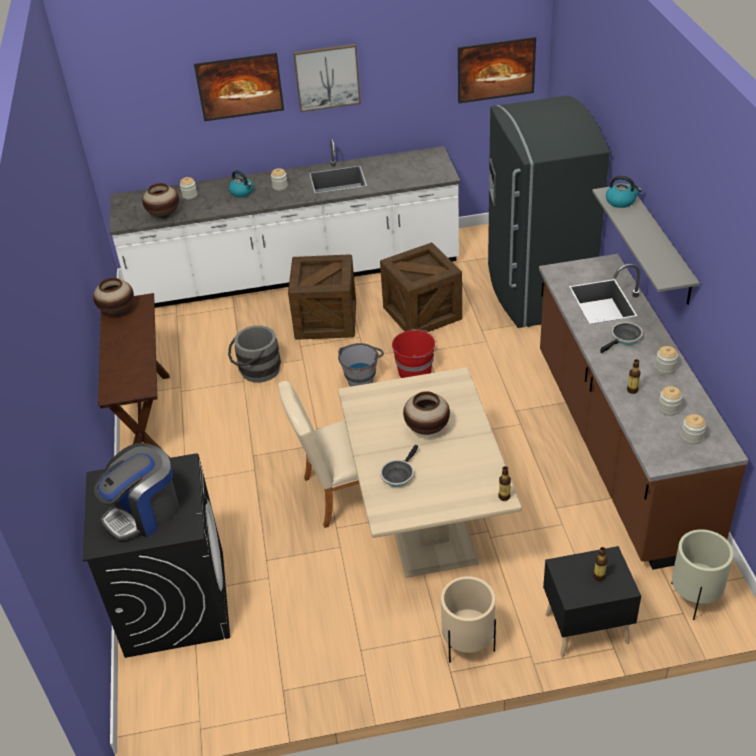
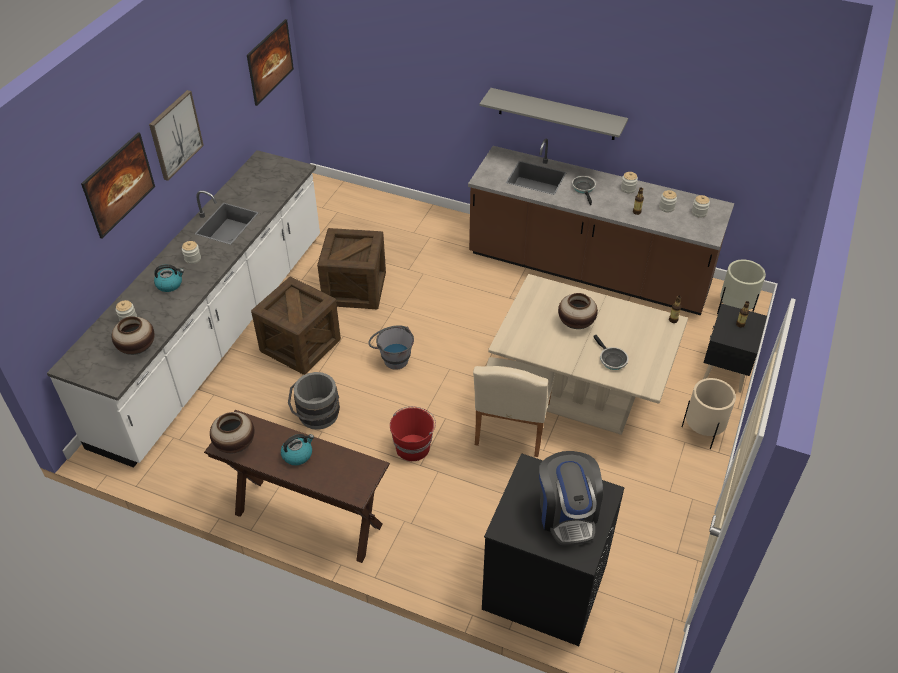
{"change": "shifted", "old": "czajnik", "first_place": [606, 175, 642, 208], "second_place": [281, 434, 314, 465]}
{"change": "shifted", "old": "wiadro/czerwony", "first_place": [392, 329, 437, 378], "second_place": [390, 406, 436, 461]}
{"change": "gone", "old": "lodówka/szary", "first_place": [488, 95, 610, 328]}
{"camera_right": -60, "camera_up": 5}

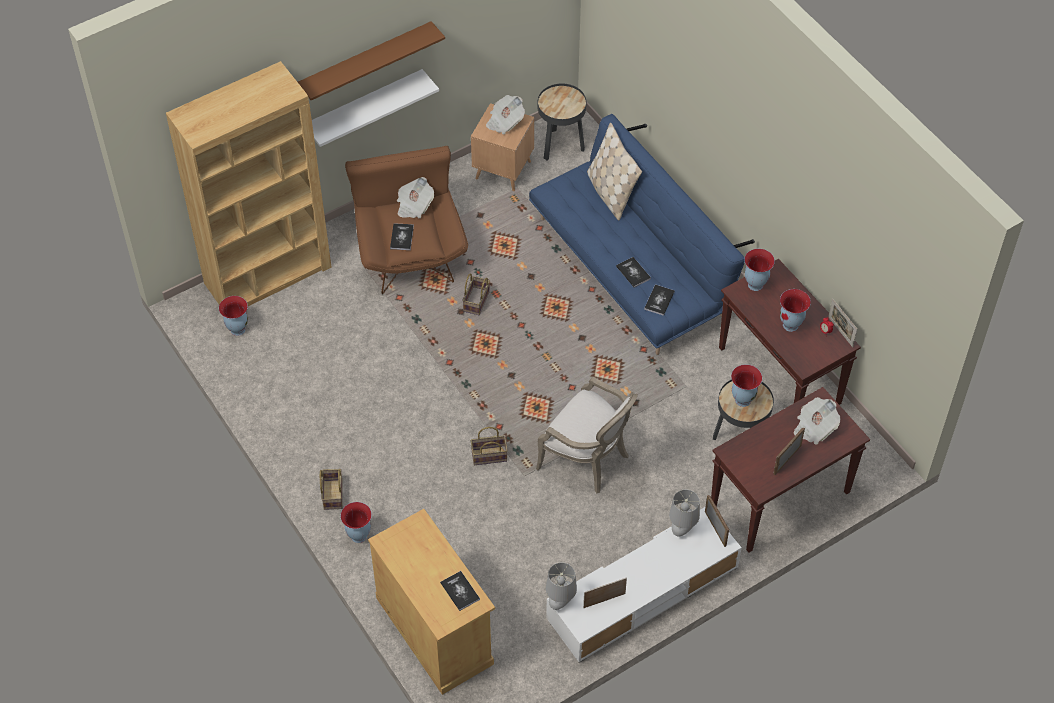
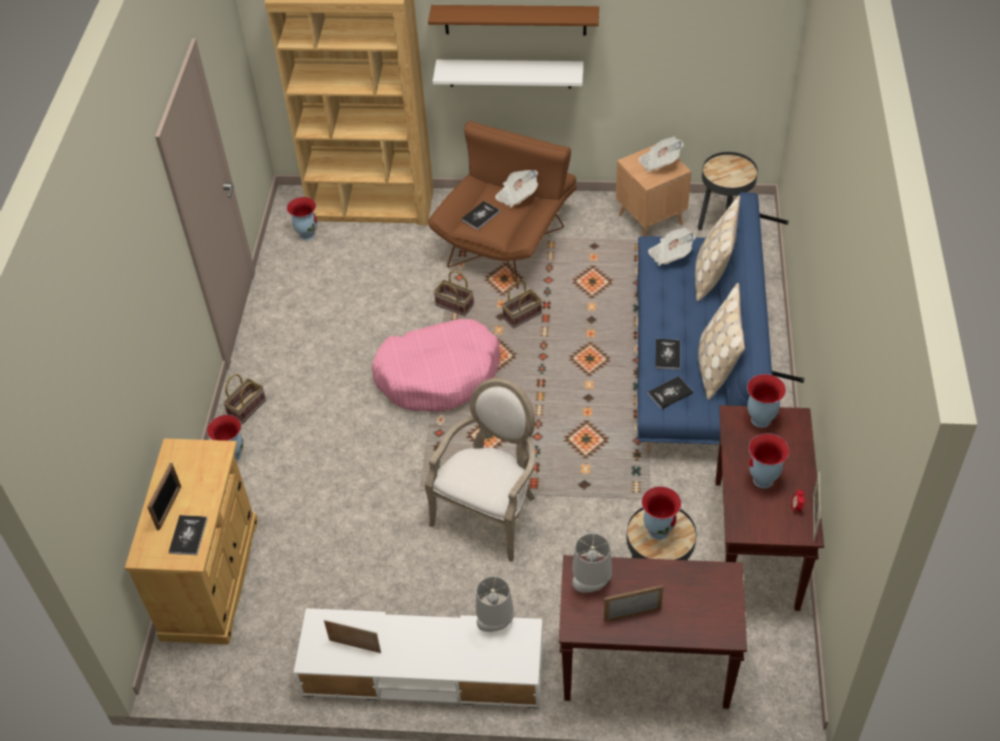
{"change": "shifted", "old": "ramka na zdjęcie", "first_place": [705, 495, 729, 547], "second_place": [147, 462, 181, 530]}
{"change": "new", "new": "legowisko/różowy", "second_place": [372, 319, 501, 412]}
{"change": "rotated", "old": "fotel", "first_place": [536, 377, 638, 493], "second_place": [425, 378, 535, 562], "degrees": -135}
{"change": "shifted", "old": "koszyk", "first_place": [471, 427, 508, 465], "second_place": [433, 271, 474, 316]}
{"change": "shifted", "old": "lampa stołowa/szary", "first_place": [546, 562, 577, 610], "second_place": [572, 533, 612, 593]}
{"change": "shifted", "old": "gazeta", "first_place": [794, 397, 840, 445], "second_place": [648, 228, 696, 266]}
{"change": "new", "new": "poduszka/beżowy", "second_place": [698, 283, 745, 400]}
{"camera_right": 40, "camera_up": -5}

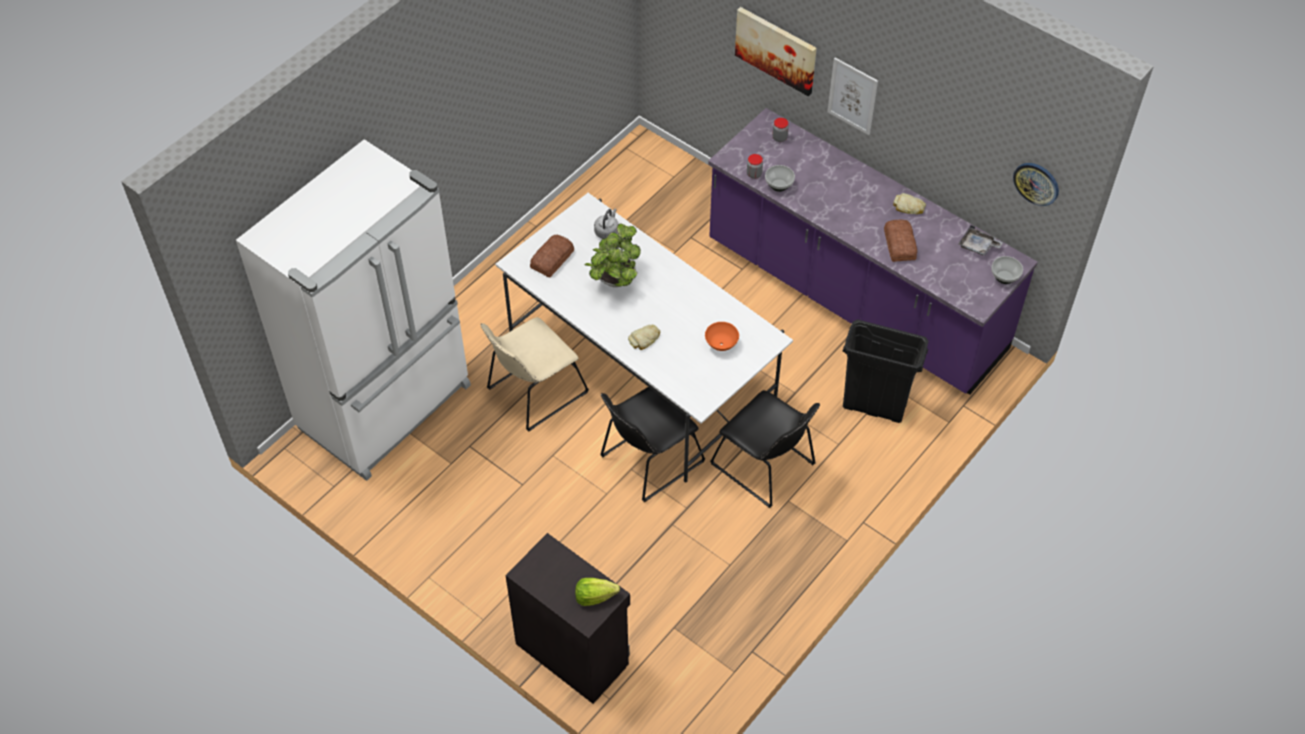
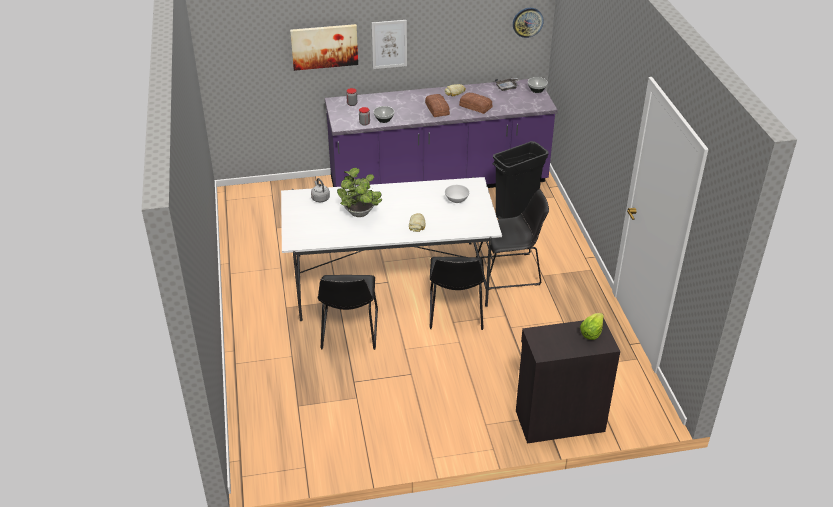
{"change": "repainted", "old": "krzesło/beżowy", "new": "krzesło/czarny", "first_place": [480, 317, 589, 431], "second_place": [318, 275, 378, 350]}
{"change": "shifted", "old": "chleb", "first_place": [530, 235, 574, 277], "second_place": [425, 94, 450, 117]}
{"change": "repainted", "old": "miska/pomarańczowy", "new": "miska/biały", "first_place": [705, 322, 739, 351], "second_place": [445, 185, 470, 203]}
{"change": "gone", "old": "lodówka/biały", "first_place": [236, 139, 471, 481]}
{"camera_right": -50, "camera_up": -15}

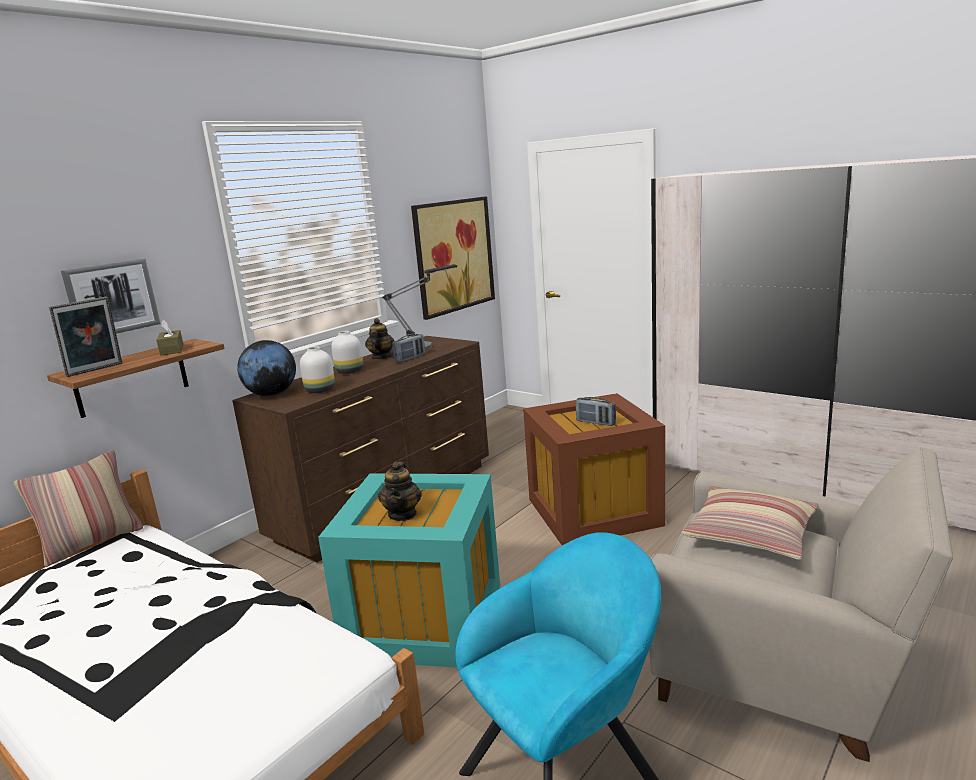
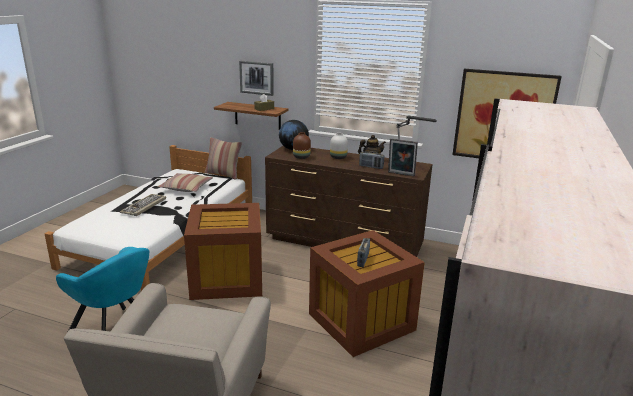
{"change": "new", "new": "klawiatura", "second_place": [120, 194, 166, 216]}
{"change": "shifted", "old": "poduszka", "first_place": [681, 486, 819, 560], "second_place": [158, 173, 213, 192]}
{"change": "repainted", "old": "pojemnik do przechowywania/turkusowy", "new": "pojemnik do przechowywania/brązowy", "first_place": [318, 473, 500, 668], "second_place": [184, 203, 262, 300]}
{"change": "repainted", "old": "wazon/biały", "new": "wazon/brązowy", "first_place": [300, 346, 335, 393], "second_place": [293, 132, 311, 159]}
{"change": "shifted", "old": "ramka na zdjęcie", "first_place": [49, 297, 122, 377], "second_place": [388, 138, 418, 176]}
{"change": "gone", "old": "imbryk", "first_place": [378, 461, 422, 521]}
{"camera_right": 70, "camera_up": 5}

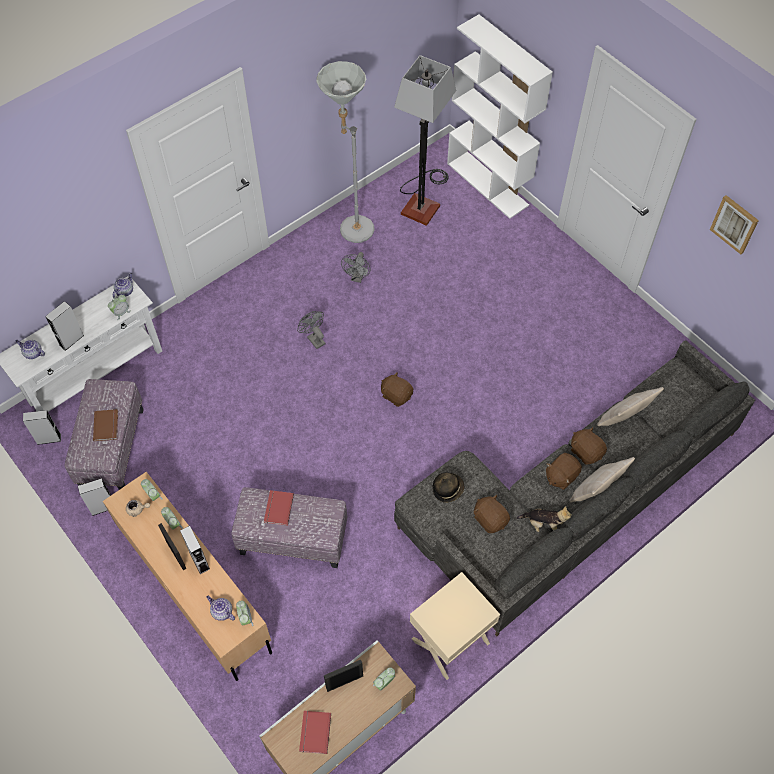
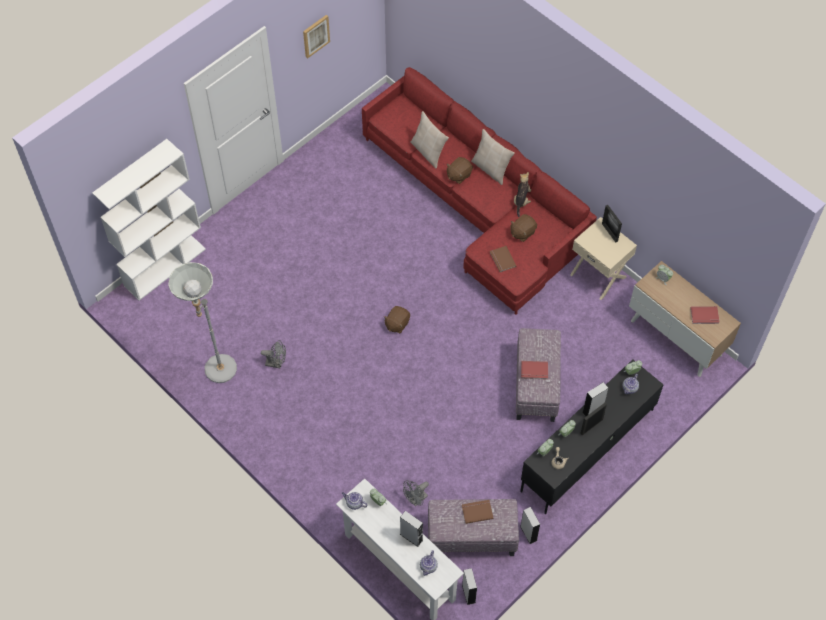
{"change": "repainted", "old": "kanapa/szary", "new": "kanapa/czerwony", "first_place": [394, 340, 755, 636], "second_place": [362, 67, 597, 315]}
{"change": "shifted", "old": "wentylator/szary", "first_place": [297, 311, 325, 349], "second_place": [403, 480, 429, 506]}
{"change": "swapped", "old": "kapelusz", "new": "książka/brązowy", "first_place": [433, 472, 464, 503], "second_place": [490, 246, 516, 272]}
{"change": "repainted", "old": "szafka pod telewizor/beżowy", "new": "szafka pod telewizor/czarny", "first_place": [103, 472, 272, 681], "second_place": [520, 359, 664, 514]}
{"change": "shifted", "old": "ramka na zdjęcie", "first_place": [324, 660, 363, 692], "second_place": [602, 205, 622, 242]}
{"change": "gone", "old": "lampa stojąca", "first_place": [394, 55, 456, 226]}
{"change": "gone", "old": "pluszak/brązowy", "first_place": [546, 453, 582, 490]}
{"camera_right": -95, "camera_up": 0}

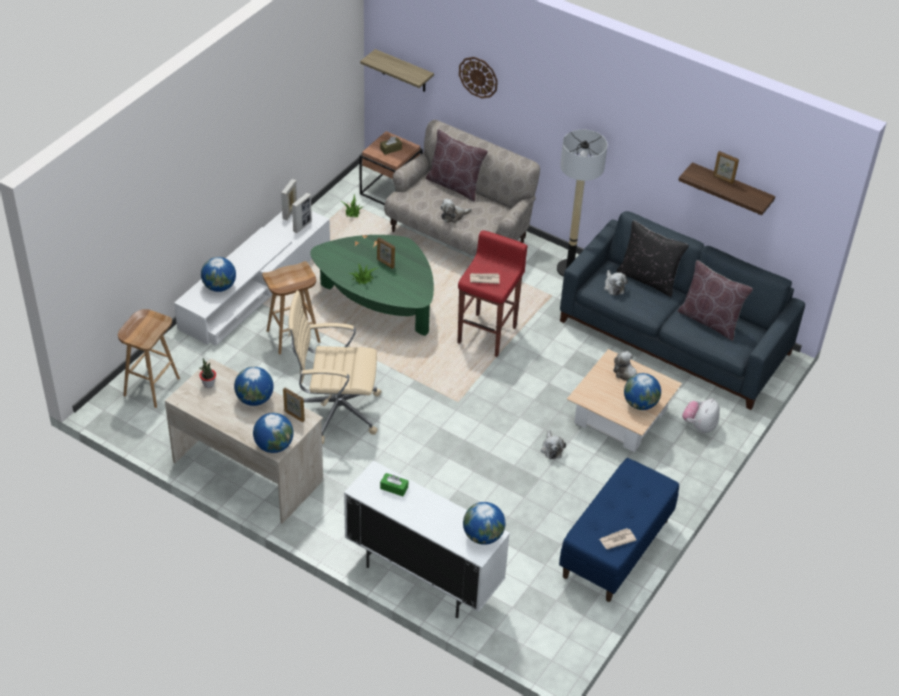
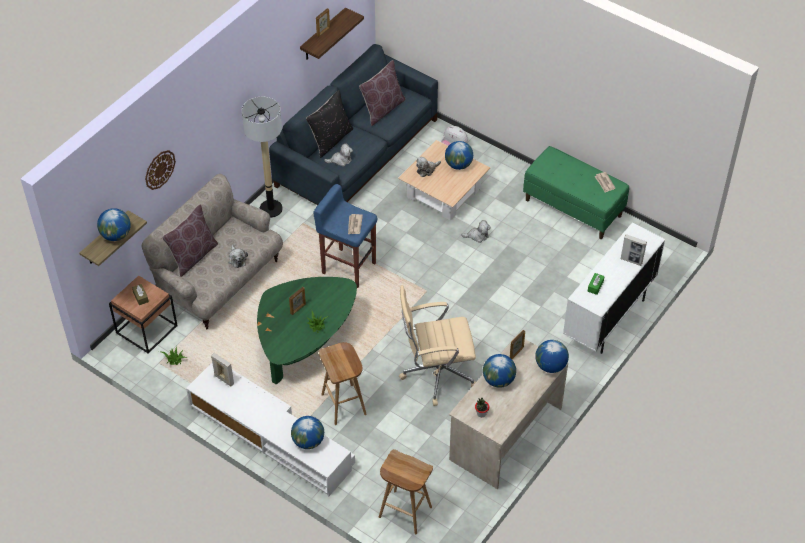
{"change": "shifted", "old": "globus", "first_place": [463, 502, 505, 545], "second_place": [97, 208, 131, 241]}
{"change": "repainted", "old": "stołek/czerwony", "new": "stołek/niebieski", "first_place": [457, 230, 528, 357], "second_place": [313, 184, 377, 288]}
{"change": "rotated", "old": "krzesło biurowe/beżowy", "first_place": [288, 291, 381, 444], "second_place": [399, 285, 476, 406], "degrees": 75}
{"change": "repainted", "old": "ławka/niebieski", "new": "ławka/zielony", "first_place": [559, 458, 679, 602], "second_place": [523, 146, 629, 239]}
{"change": "shifted", "old": "ramka na zdjęcie", "first_place": [281, 179, 297, 220], "second_place": [620, 234, 647, 266]}
{"camera_right": -85, "camera_up": 5}

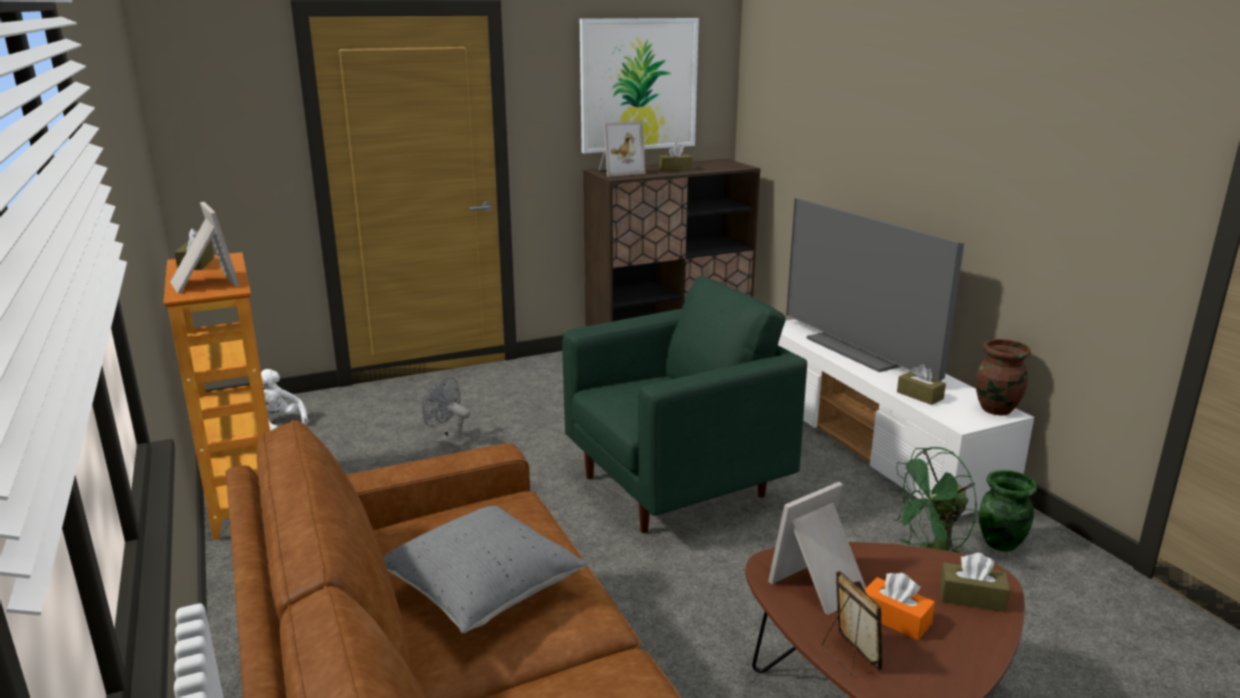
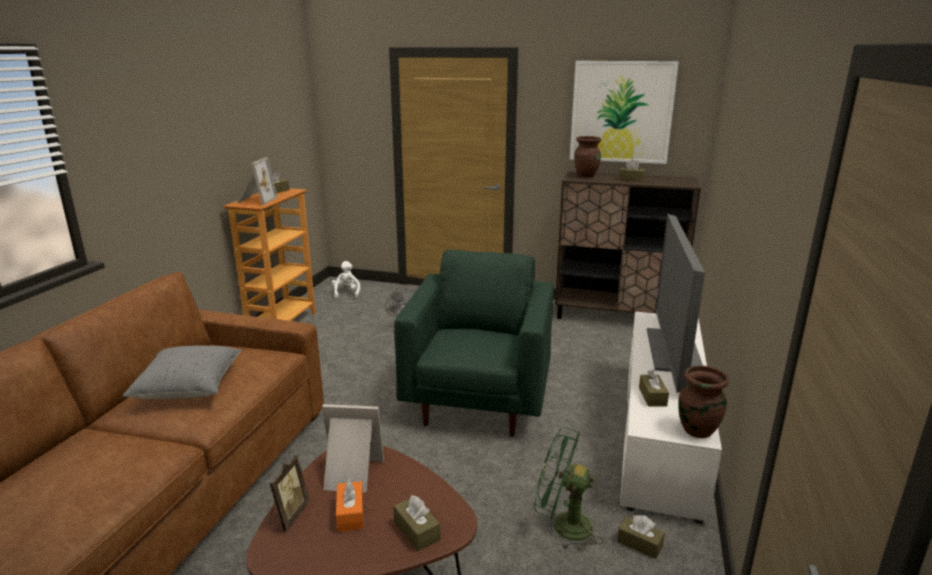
{"change": "rotated", "old": "fotel/zielony", "first_place": [562, 276, 807, 533], "second_place": [394, 250, 554, 436], "degrees": -90}
{"change": "swapped", "old": "ramka na zdjęcie", "new": "wazon/brązowy", "first_place": [599, 121, 645, 177], "second_place": [574, 136, 601, 177]}
{"change": "swapped", "old": "wazon/zielony", "new": "pudełko chusteczek/brązowy", "first_place": [979, 470, 1037, 551], "second_place": [617, 515, 665, 559]}
{"camera_right": 40, "camera_up": 0}

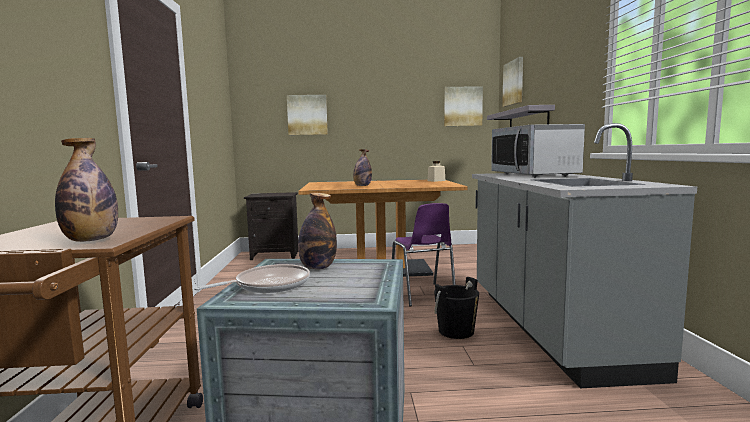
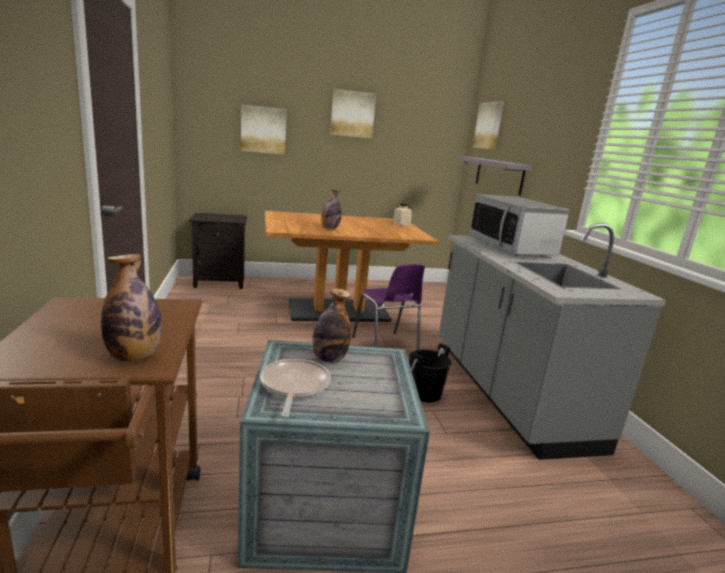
{"change": "rotated", "old": "patelnia", "first_place": [194, 264, 310, 293], "second_place": [260, 359, 330, 418], "degrees": -45}
{"change": "shifted", "old": "obraz", "first_place": [444, 86, 483, 126], "second_place": [330, 89, 376, 139]}
{"camera_right": -10, "camera_up": 10}

